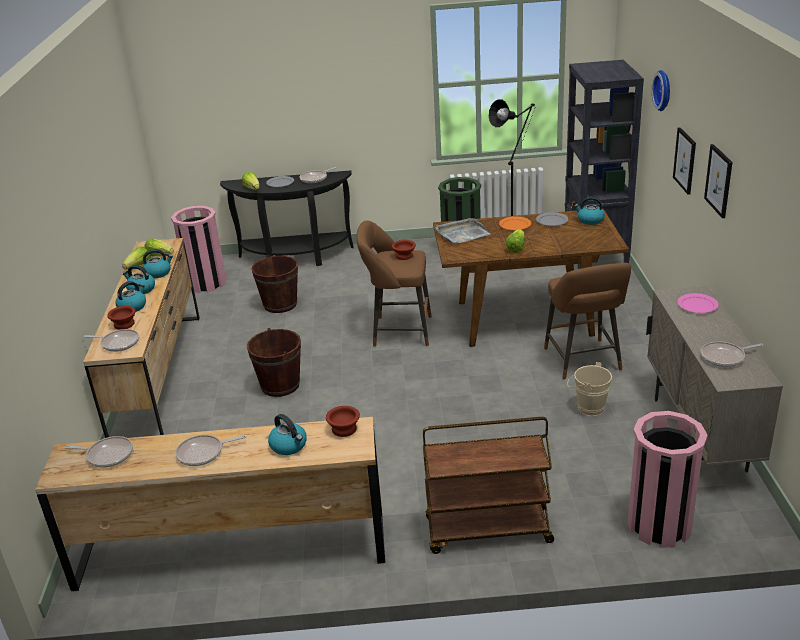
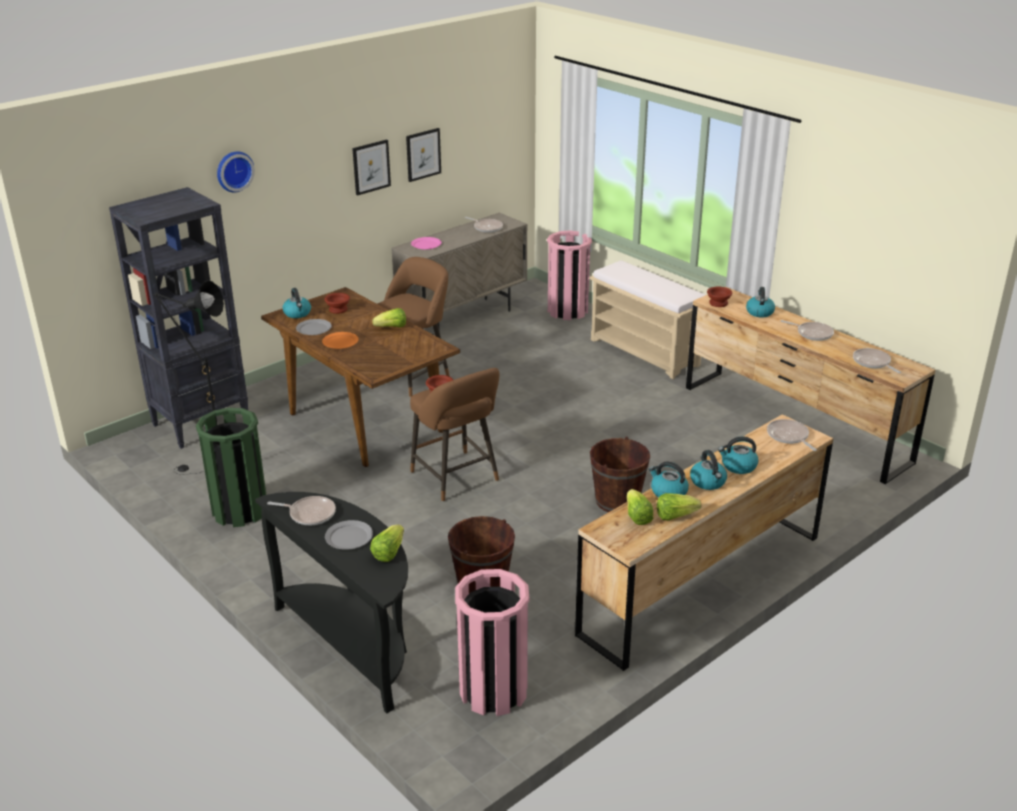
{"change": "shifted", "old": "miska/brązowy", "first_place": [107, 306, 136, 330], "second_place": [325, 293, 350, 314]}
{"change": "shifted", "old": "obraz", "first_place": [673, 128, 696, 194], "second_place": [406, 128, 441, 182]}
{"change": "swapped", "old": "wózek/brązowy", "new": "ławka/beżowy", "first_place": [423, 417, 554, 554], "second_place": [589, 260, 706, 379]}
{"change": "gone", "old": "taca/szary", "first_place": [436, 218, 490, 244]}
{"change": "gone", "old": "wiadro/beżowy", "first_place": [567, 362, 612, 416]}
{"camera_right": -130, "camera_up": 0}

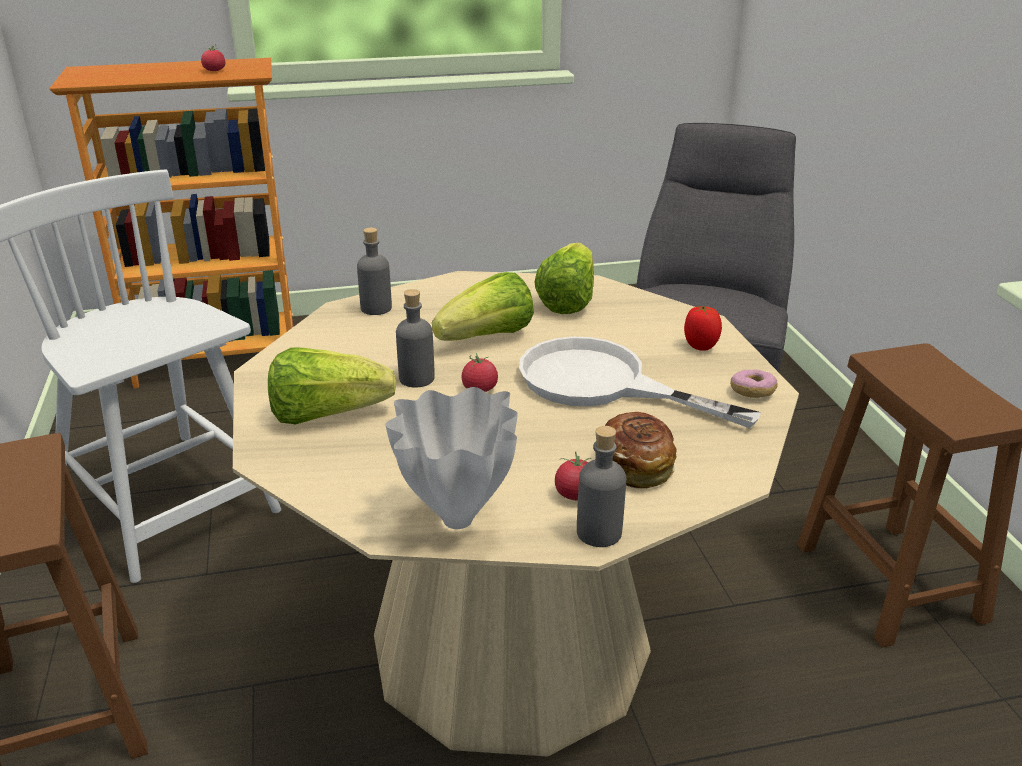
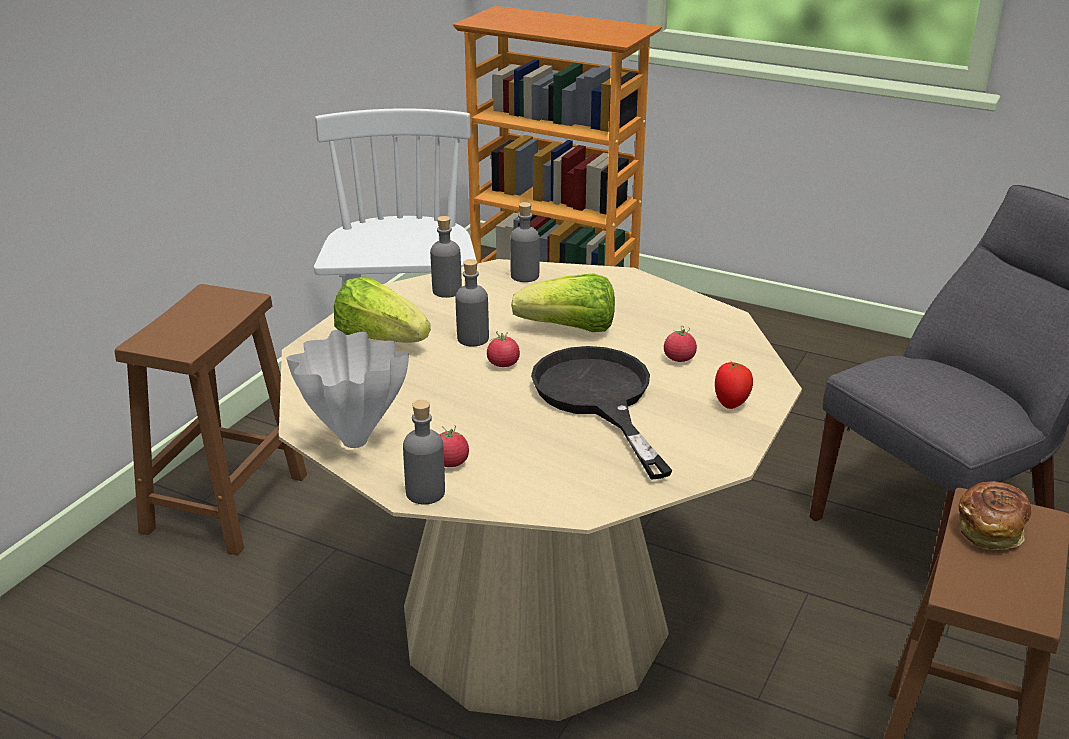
{"change": "new", "new": "butelka/szary", "second_place": [430, 216, 462, 298]}
{"change": "repainted", "old": "patelnia/biały", "new": "patelnia/czarny", "first_place": [519, 336, 761, 428], "second_place": [531, 346, 673, 480]}
{"change": "shifted", "old": "pomidor", "first_place": [201, 44, 225, 71], "second_place": [664, 326, 697, 362]}
{"change": "shifted", "old": "chleb", "first_place": [605, 412, 677, 488], "second_place": [959, 481, 1031, 550]}
{"change": "gone", "old": "sałata", "first_place": [535, 243, 594, 314]}
{"change": "gone", "old": "donut", "first_place": [730, 370, 778, 398]}
{"camera_right": 40, "camera_up": 0}

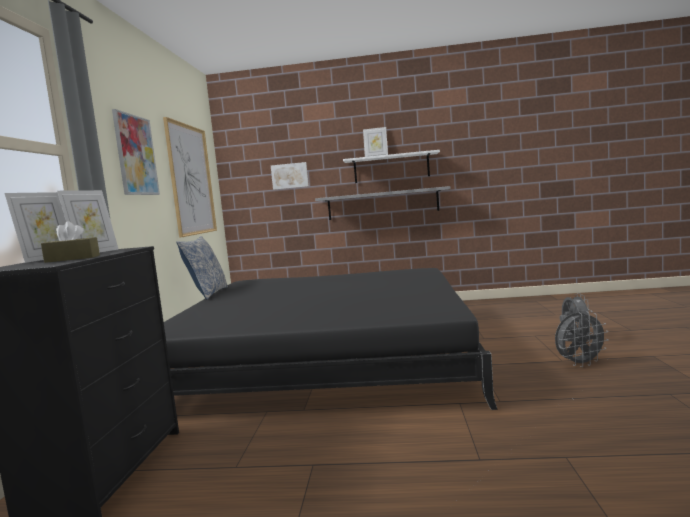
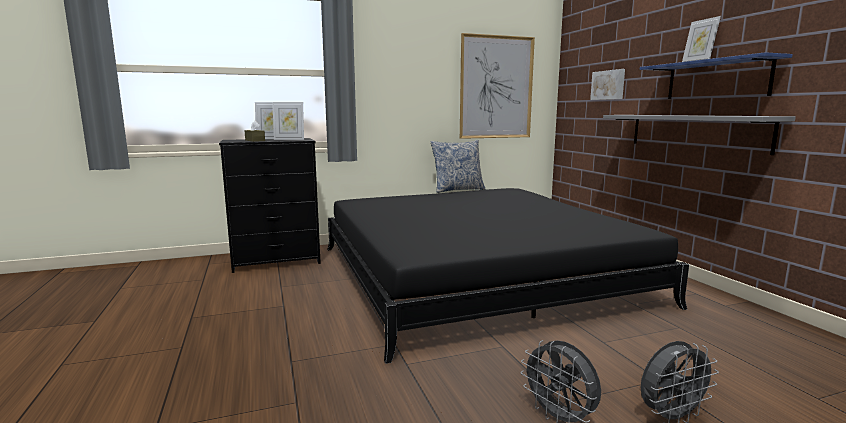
{"change": "repainted", "old": "półka/biały", "new": "półka/niebieski", "first_place": [343, 150, 440, 183], "second_place": [640, 52, 793, 99]}
{"change": "gone", "old": "obraz", "first_place": [112, 109, 160, 195]}
{"camera_right": 65, "camera_up": 5}

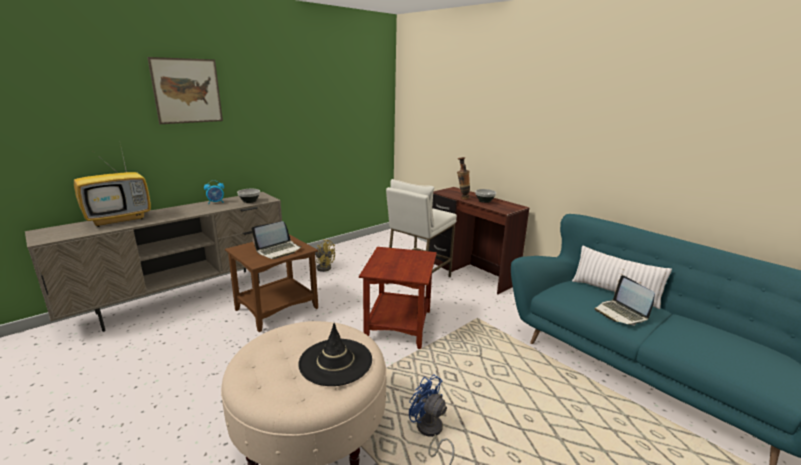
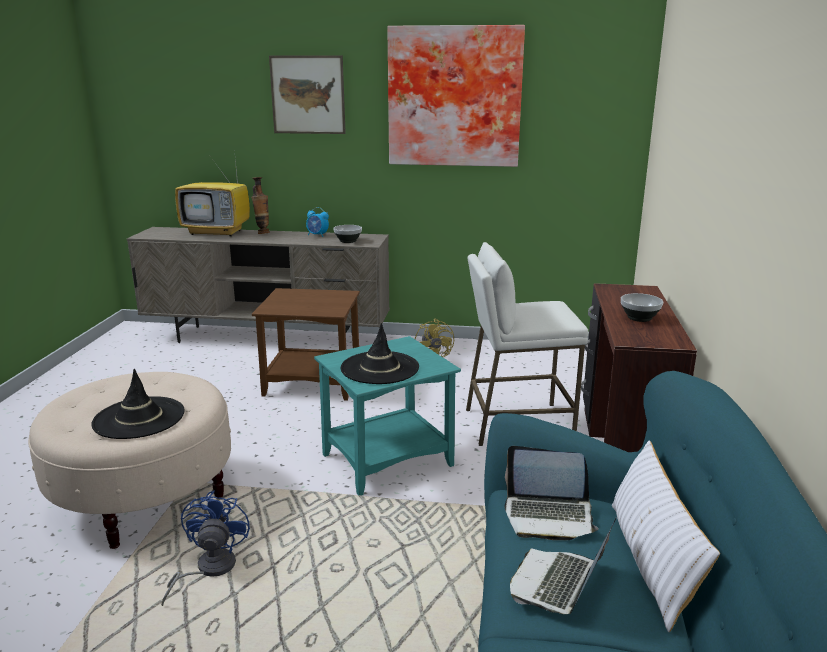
{"change": "shifted", "old": "wazon", "first_place": [457, 157, 470, 199], "second_place": [251, 177, 270, 234]}
{"change": "repainted", "old": "stolik/brązowy", "new": "stolik/turkusowy", "first_place": [359, 247, 437, 349], "second_place": [314, 336, 461, 496]}
{"change": "new", "new": "kapelusz/czarny", "second_place": [341, 323, 419, 384]}
{"change": "new", "new": "obraz", "second_place": [387, 25, 525, 167]}
{"change": "shifted", "old": "laptop", "first_place": [252, 221, 302, 259], "second_place": [504, 446, 599, 540]}
{"camera_right": 50, "camera_up": 0}

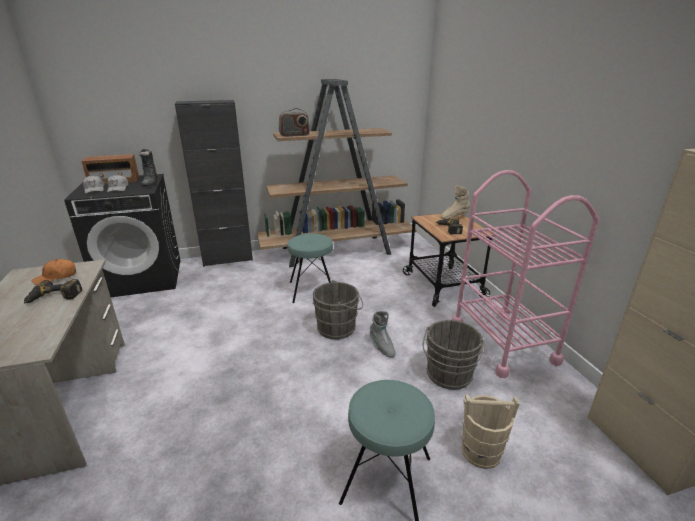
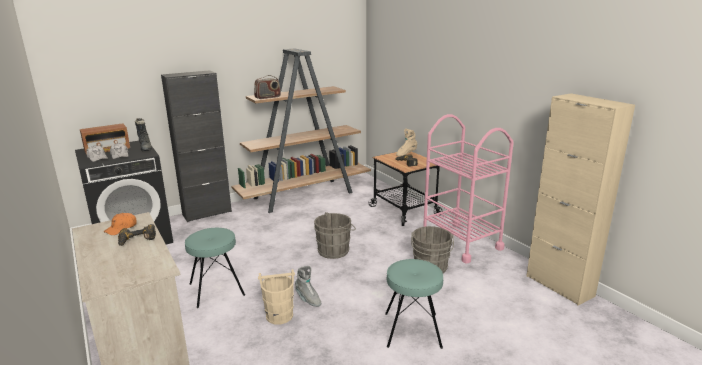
{"change": "shifted", "old": "stołek/turkusowy", "first_place": [288, 233, 333, 303], "second_place": [185, 228, 245, 308]}
{"change": "shifted", "old": "wiadro/beżowy", "first_place": [461, 394, 520, 469], "second_place": [258, 269, 295, 325]}
{"change": "shifted", "old": "but z cholewką/szary", "first_place": [370, 311, 395, 358], "second_place": [295, 266, 321, 307]}
{"camera_right": -15, "camera_up": -5}

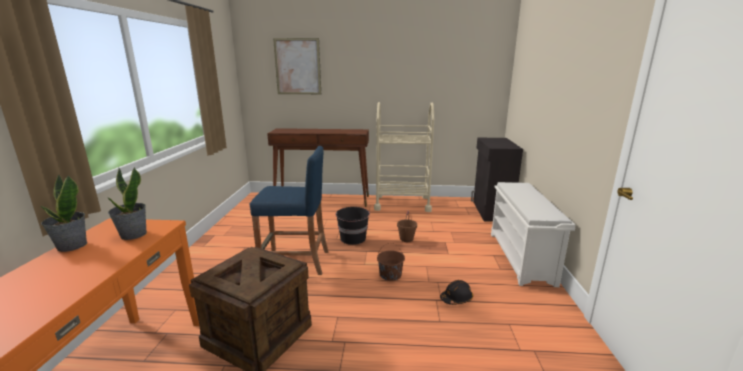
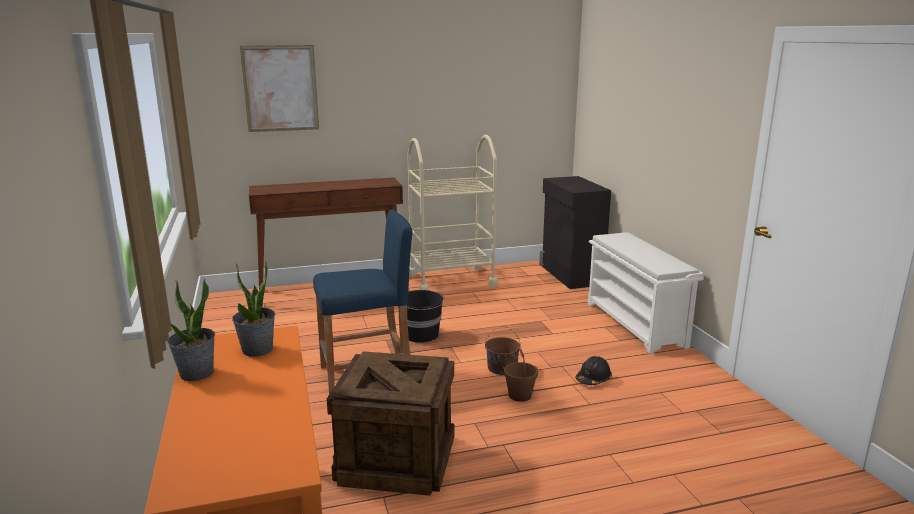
{"change": "shifted", "old": "wiadro/brązowy", "first_place": [397, 211, 417, 242], "second_place": [504, 348, 538, 402]}
{"camera_right": -20, "camera_up": 0}

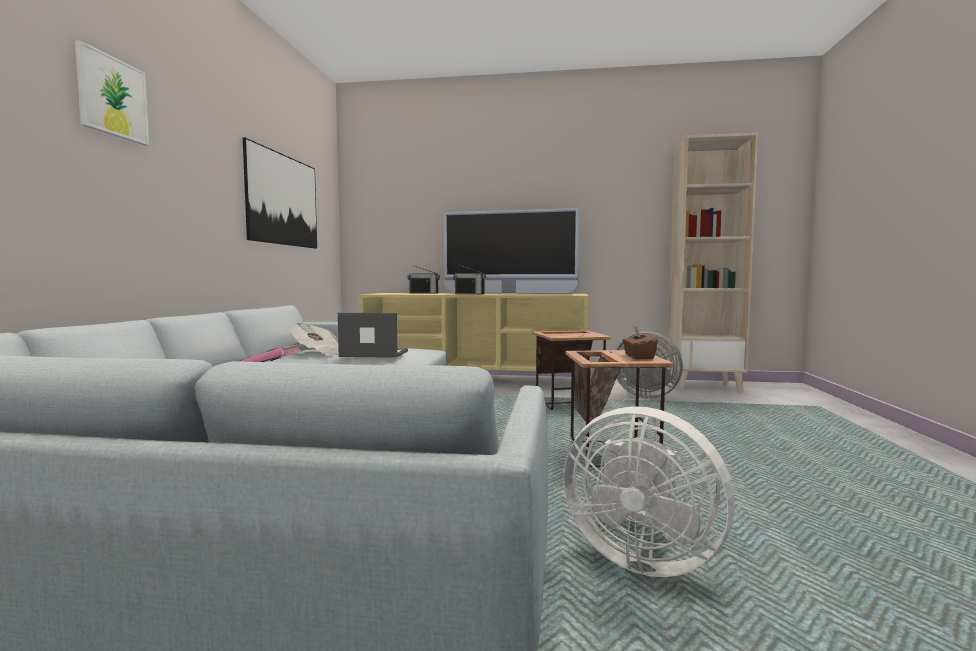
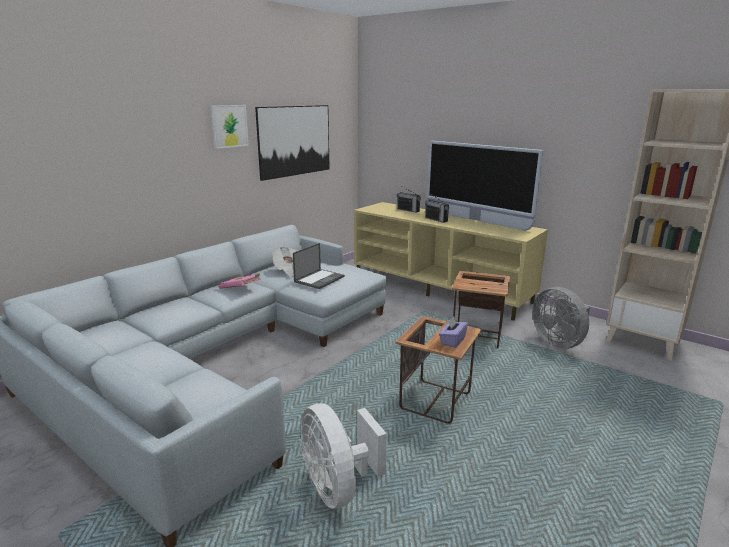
{"change": "shifted", "old": "obraz", "first_place": [75, 40, 149, 146], "second_place": [211, 105, 249, 149]}
{"change": "rotated", "old": "laptop", "first_place": [338, 313, 408, 358], "second_place": [293, 243, 345, 289], "degrees": 90}
{"change": "repainted", "old": "pudełko chusteczek/brązowy", "new": "pudełko chusteczek/fioletowy", "first_place": [623, 327, 658, 359], "second_place": [439, 317, 468, 348]}
{"camera_right": 30, "camera_up": 15}

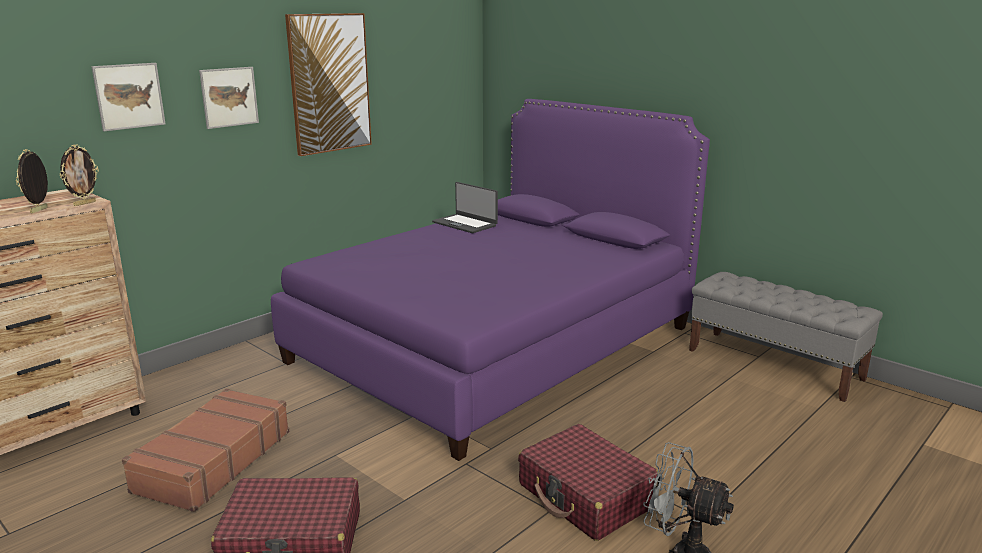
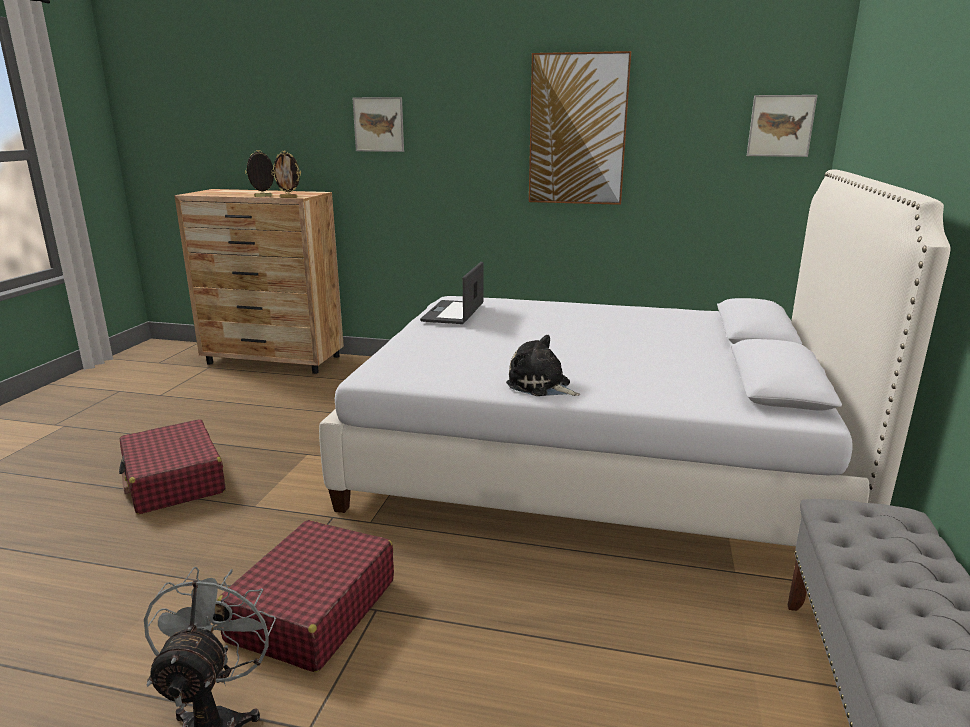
{"change": "repainted", "old": "łóżko/fioletowy", "new": "łóżko/biały", "first_place": [271, 99, 710, 461], "second_place": [319, 169, 951, 547]}
{"change": "shifted", "old": "laptop", "first_place": [432, 182, 498, 233], "second_place": [420, 262, 483, 324]}
{"change": "new", "new": "pluszak", "second_place": [506, 335, 580, 396]}
{"change": "shifted", "old": "obraz", "first_place": [199, 67, 259, 129], "second_place": [747, 95, 817, 157]}
{"change": "gone", "old": "walizka/brązowy", "first_place": [122, 388, 289, 512]}
{"camera_right": 60, "camera_up": 0}

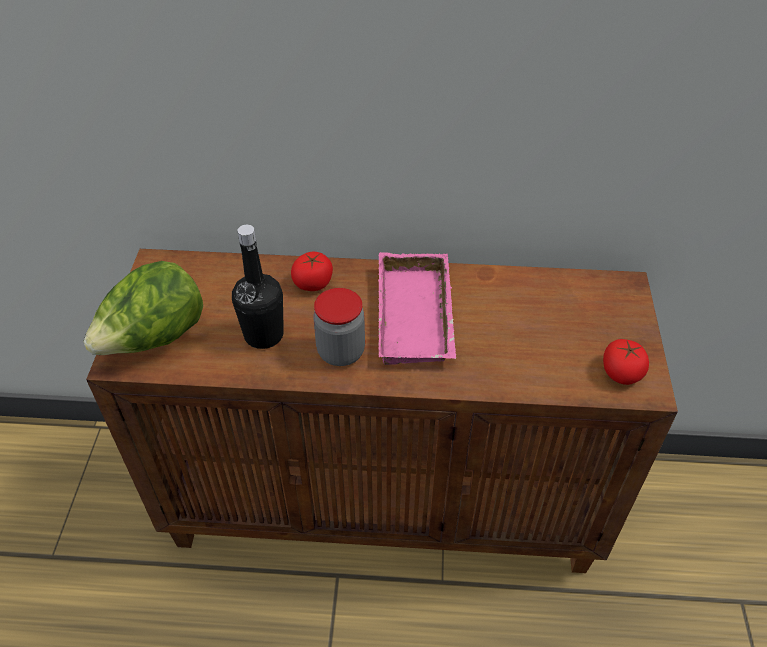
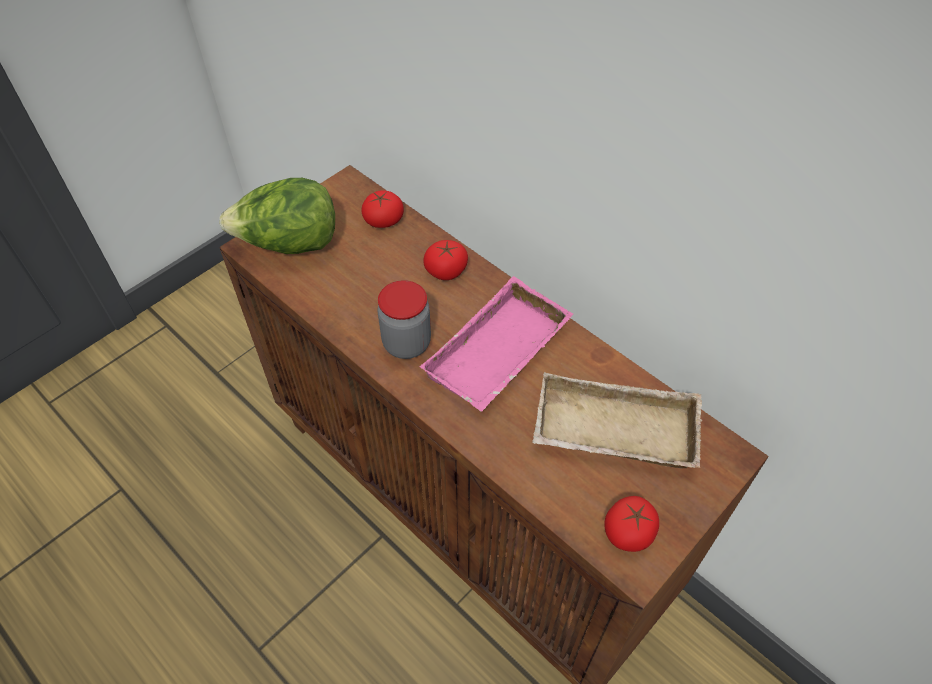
{"change": "new", "new": "pomidor", "second_place": [361, 190, 404, 228]}
{"change": "new", "new": "taca/beżowy", "second_place": [532, 372, 702, 469]}
{"change": "gone", "old": "butelka/czarny", "first_place": [232, 225, 284, 349]}
{"camera_right": 40, "camera_up": 5}

